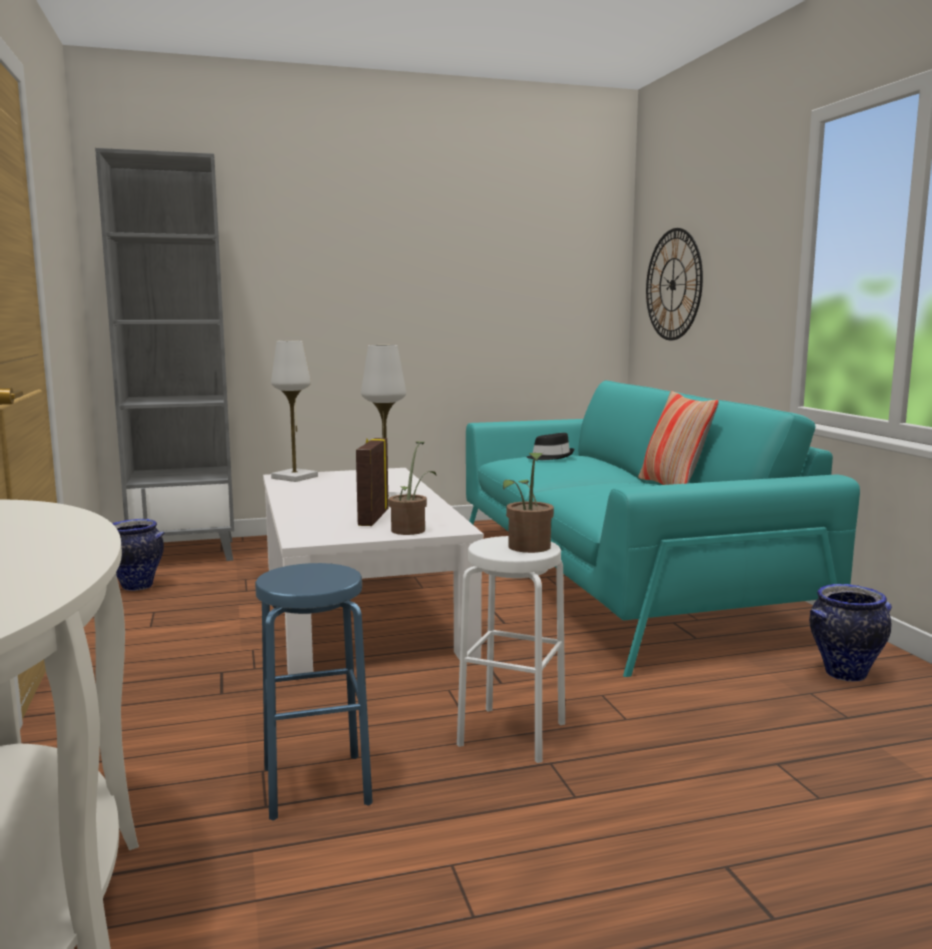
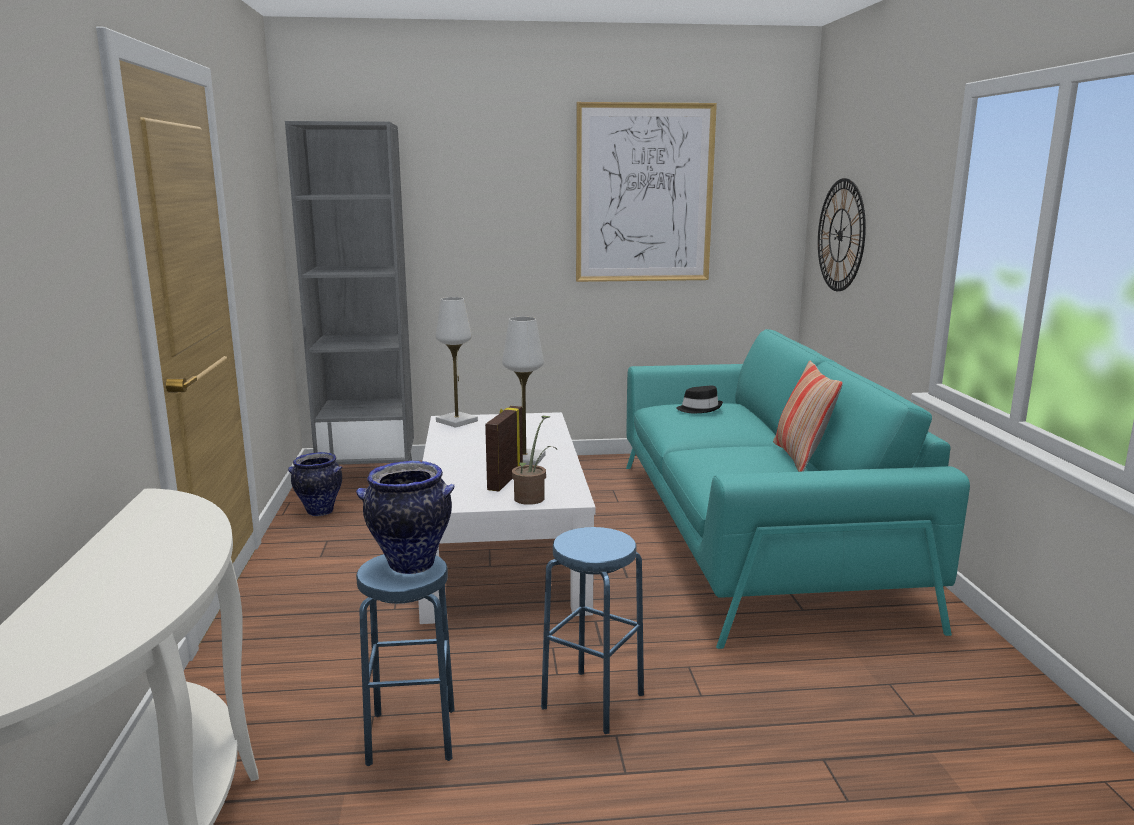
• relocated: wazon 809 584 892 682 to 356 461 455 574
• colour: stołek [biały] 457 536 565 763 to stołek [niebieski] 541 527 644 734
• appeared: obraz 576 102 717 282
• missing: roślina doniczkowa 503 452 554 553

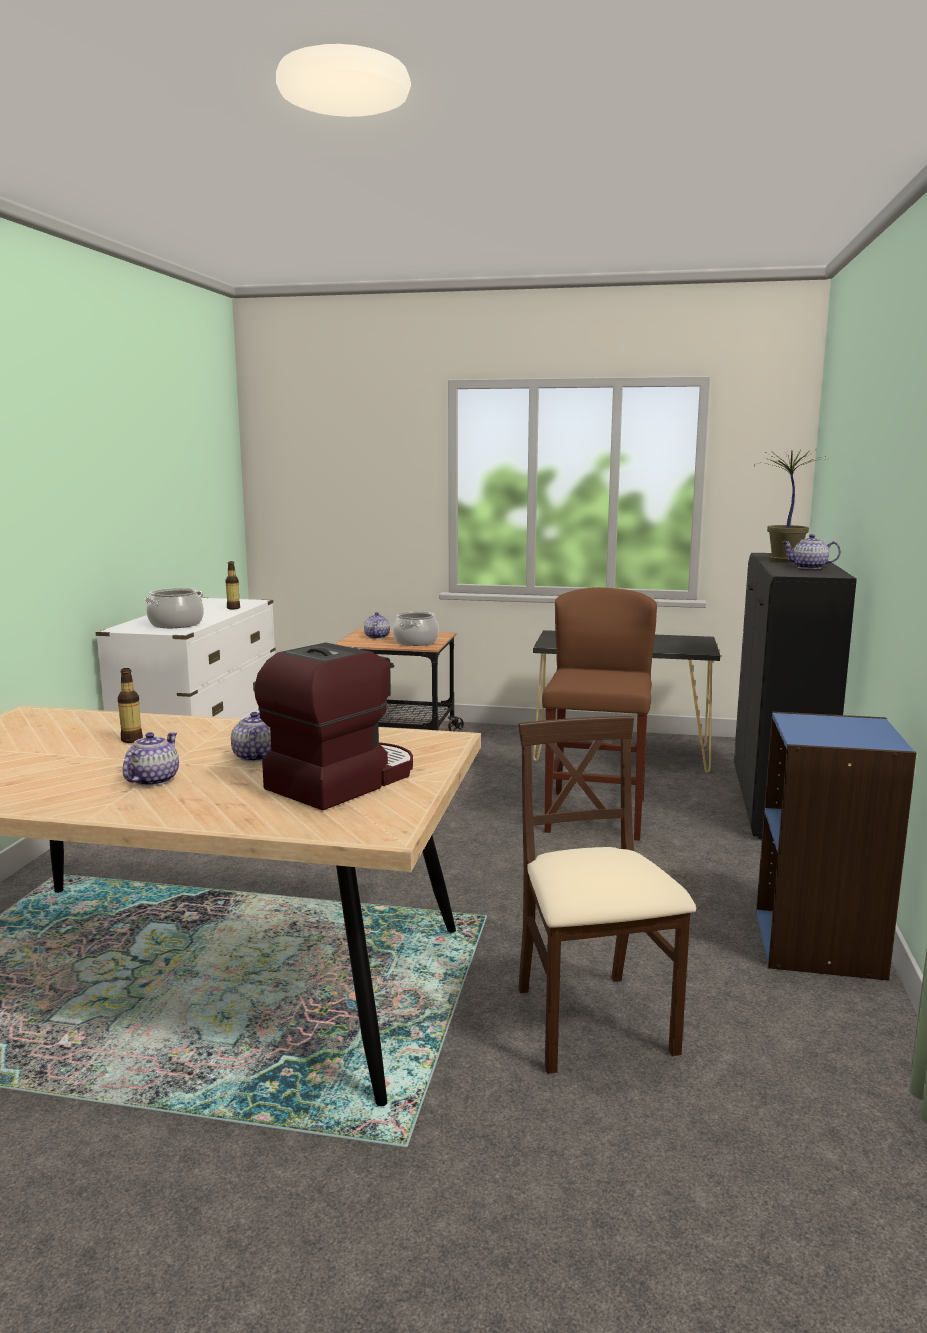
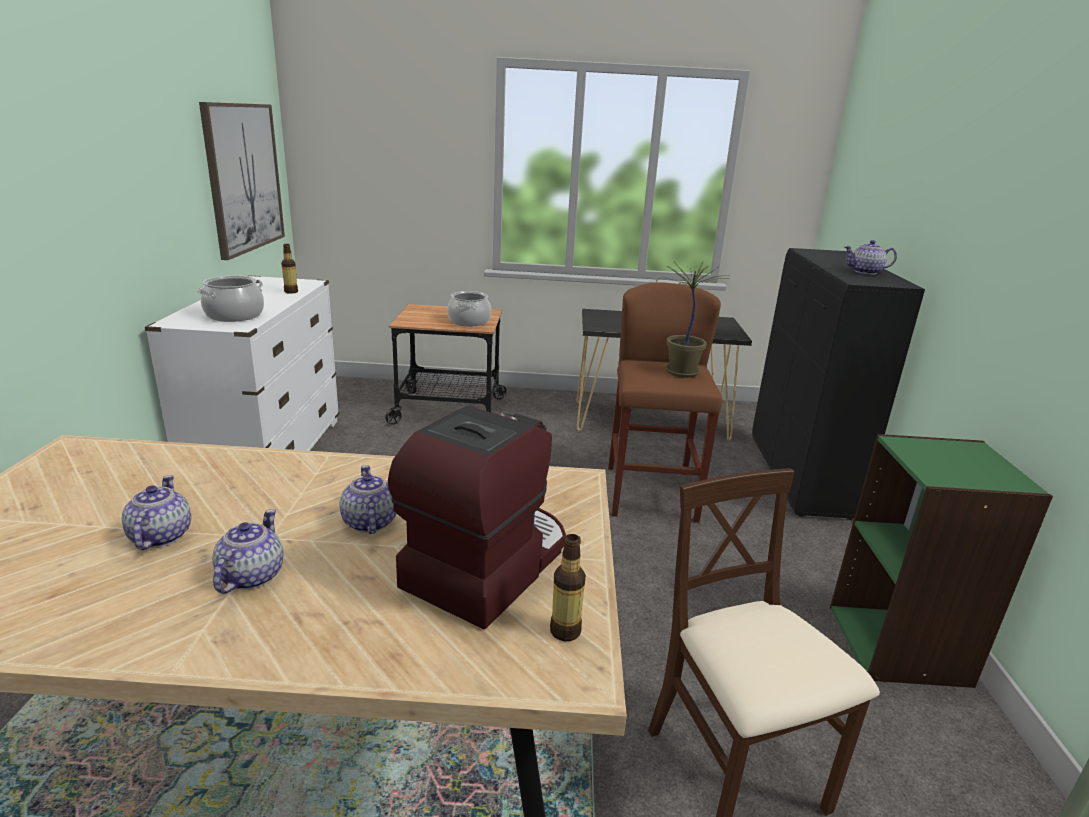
• relocated: imbryk 364 612 390 639 to 122 475 191 550
• appeared: obraz 199 102 285 260
• relocated: butelka 118 668 143 743 to 550 534 586 641
• relocated: roślina doniczkowa 754 450 826 562 to 656 262 730 378
• colour: regał [niebieski] 756 712 917 981 to regał [zielony] 830 434 1053 688

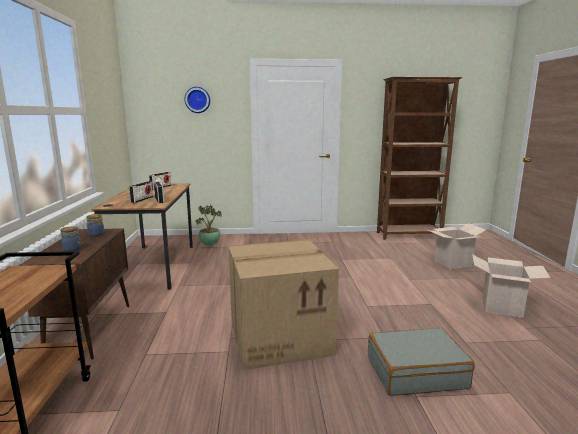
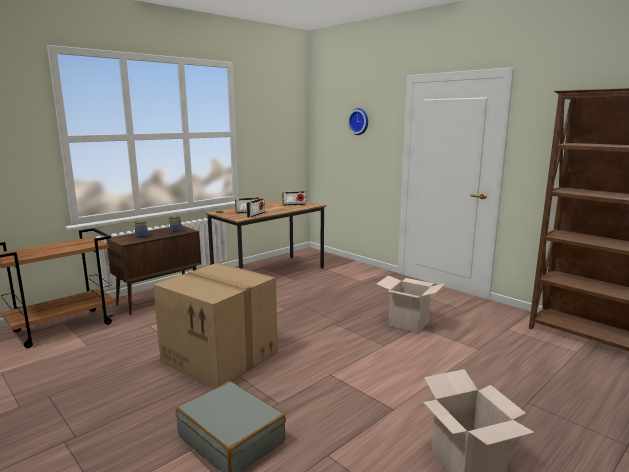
• relocated: karton 428 223 486 269 to 377 275 446 333
• missing: roślina doniczkowa 195 205 222 246

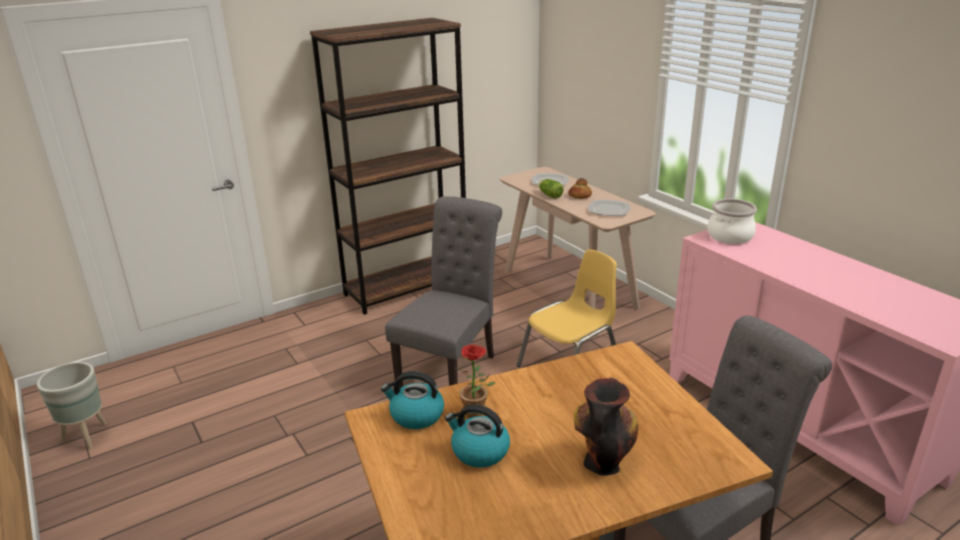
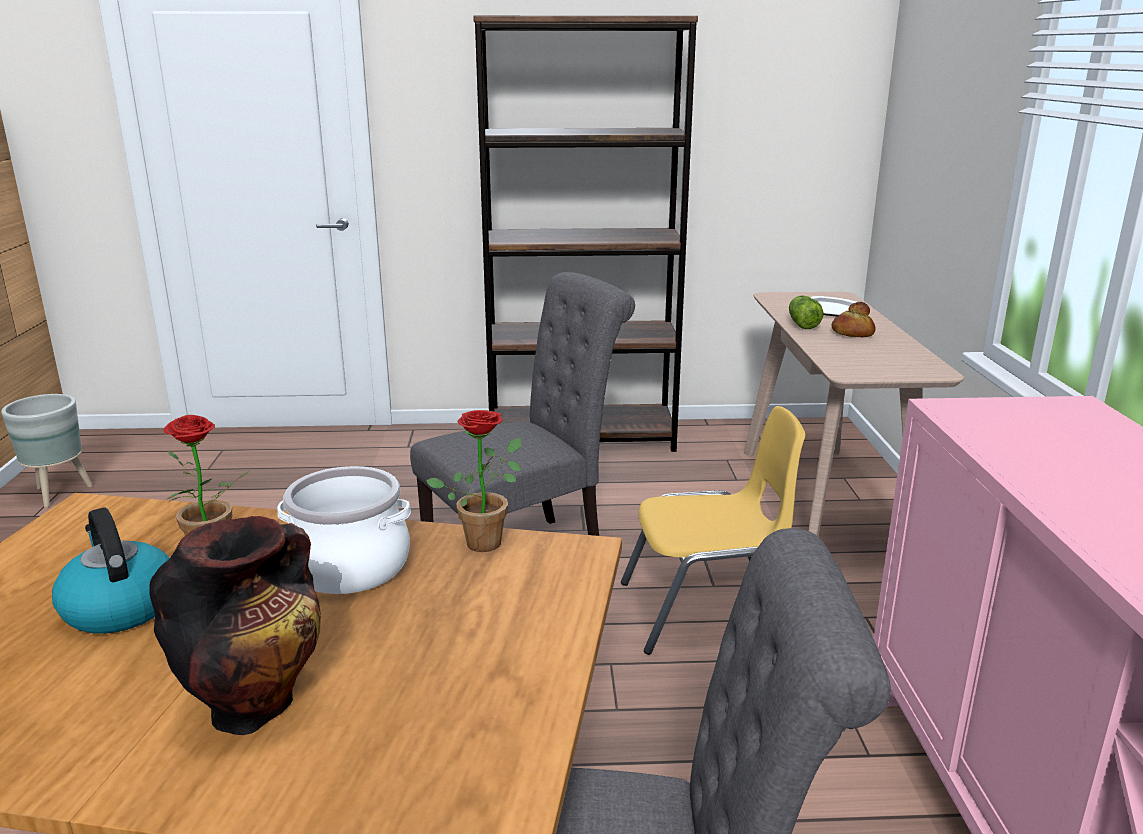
• relocated: garnek 707 199 757 244 to 277 466 411 594
• appeared: roślina doniczkowa 426 410 522 552
• missing: czajnik 381 371 444 429
• missing: talerz 588 200 630 216

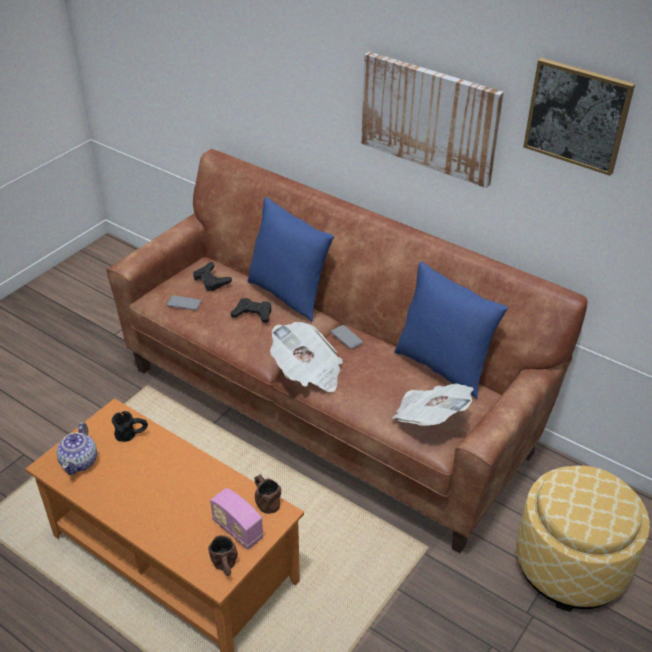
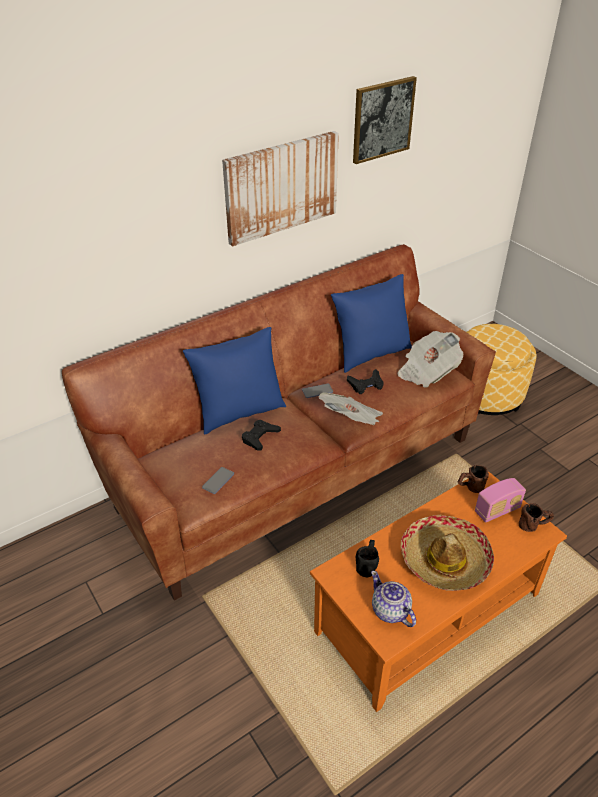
• relocated: pad do gier [czarny] 193 262 232 291 to 347 369 383 394
• spun: imbryk 56 423 97 475 = 371 571 416 627 150 degrees counterclockwise
• appeared: kapelusz 401 515 494 591

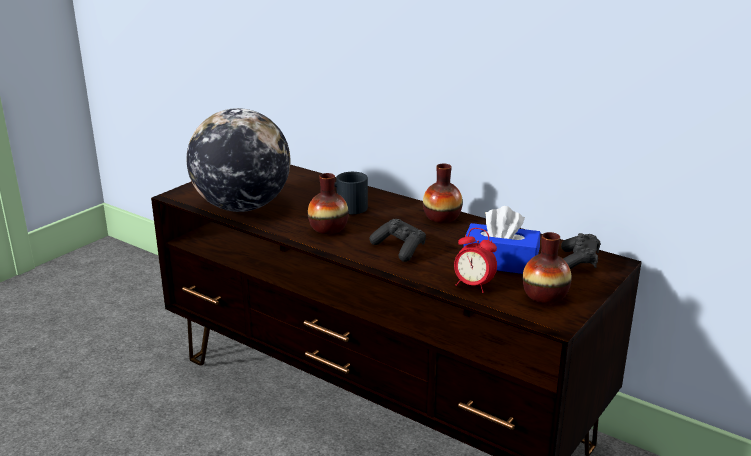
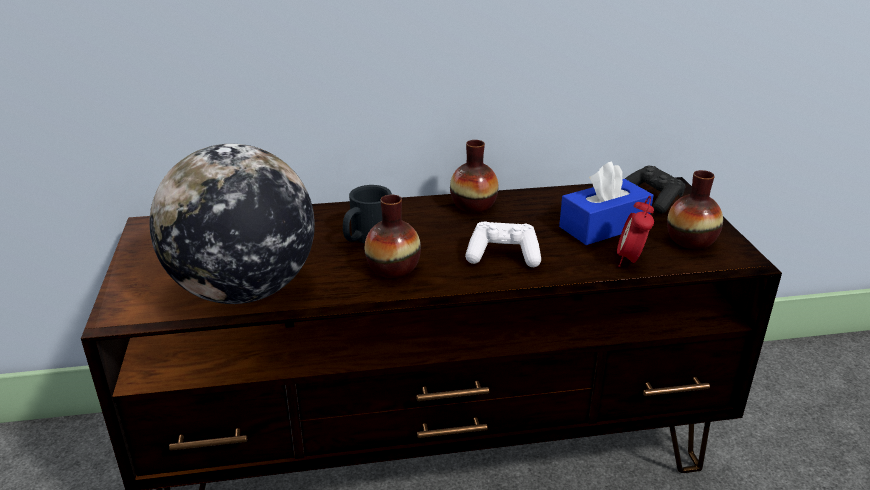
• colour: pad do gier [czarny] 369 219 426 262 to pad do gier [biały] 465 221 541 267
• spun: budzik 454 228 497 293 = 617 196 654 267 120 degrees clockwise

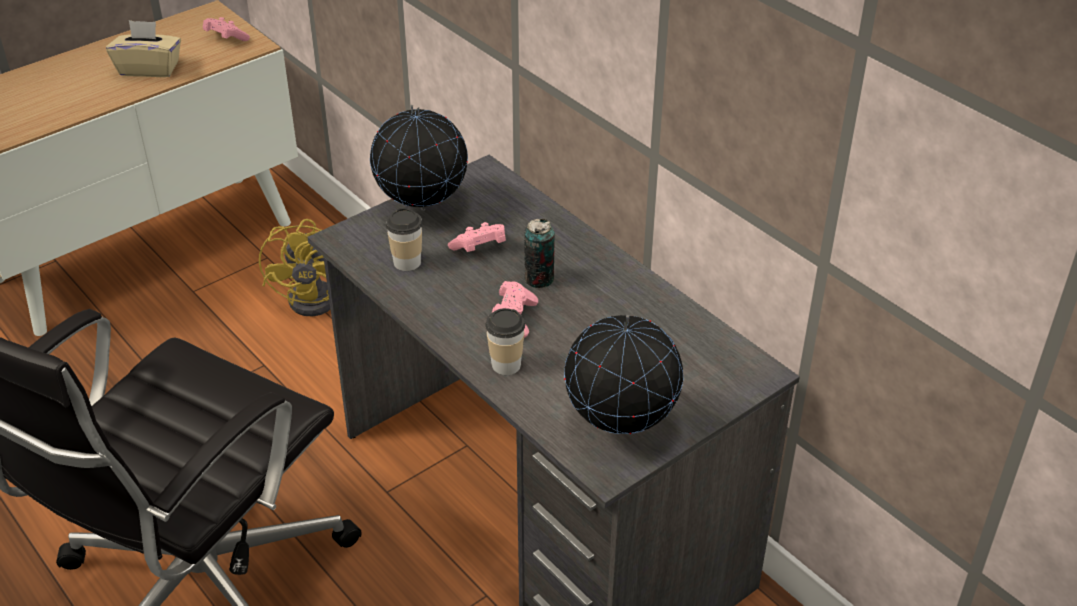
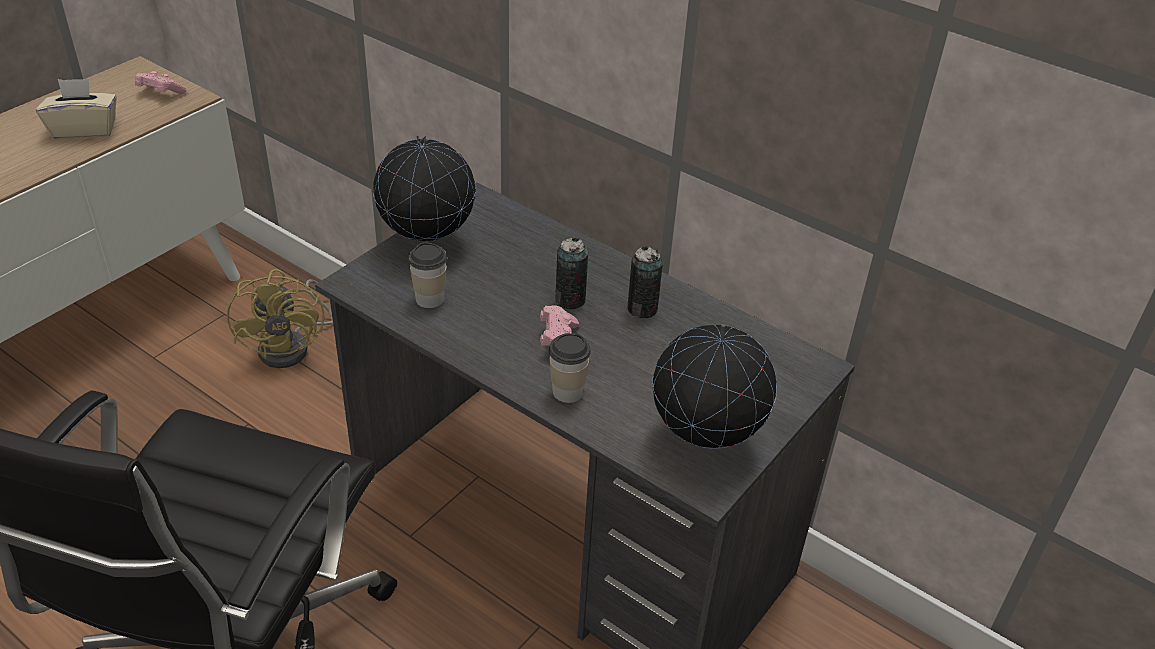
• appeared: puszka 627 246 663 318
• missing: pad do gier [różowy] 448 222 506 252

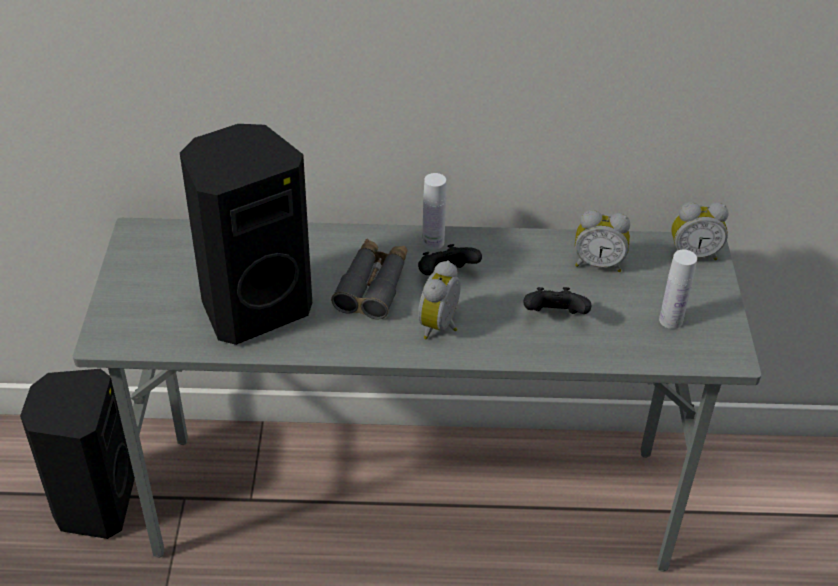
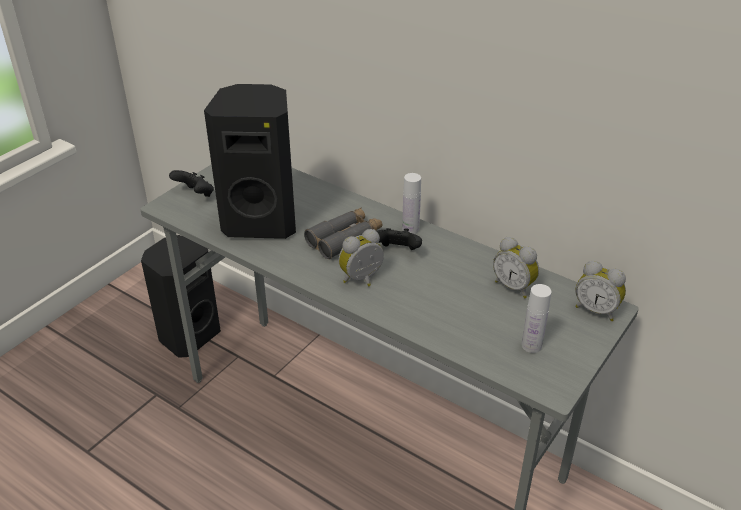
• relocated: pad do gier [czarny] 523 287 591 314 to 169 170 214 197

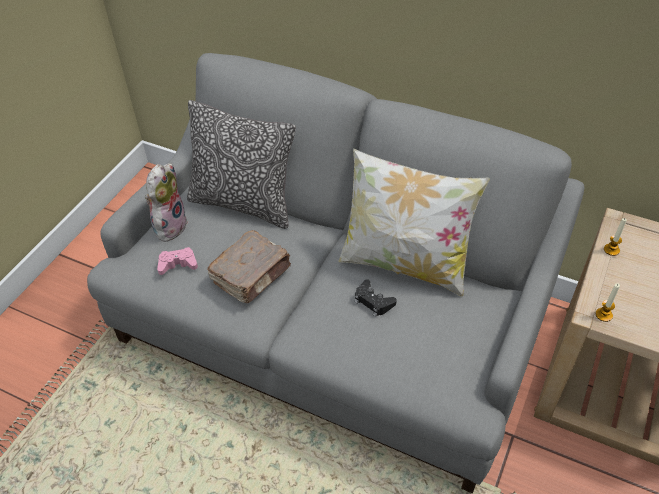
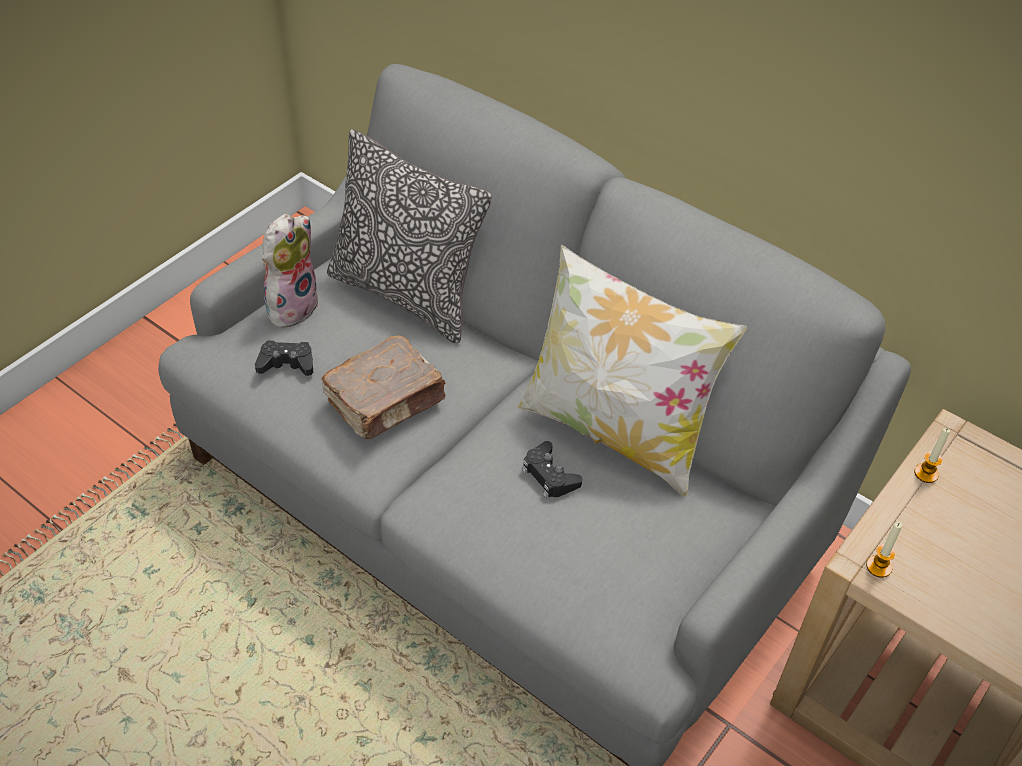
• colour: pad do gier [różowy] 157 247 198 275 to pad do gier [czarny] 255 341 313 376

